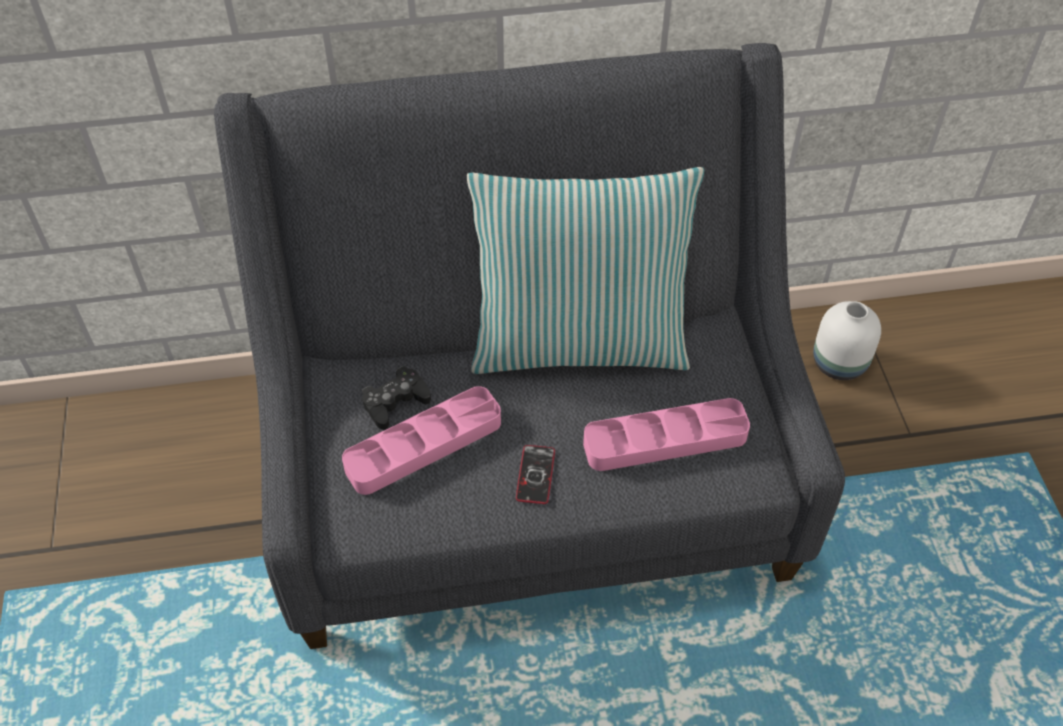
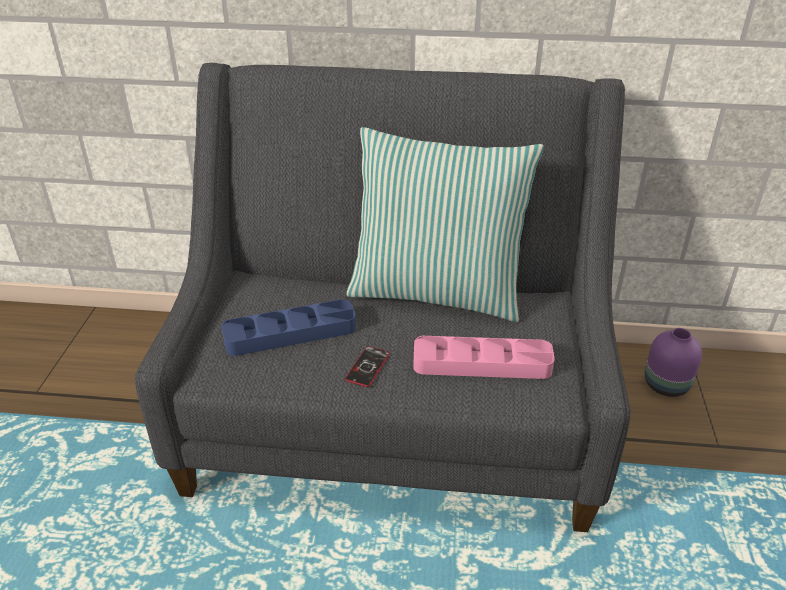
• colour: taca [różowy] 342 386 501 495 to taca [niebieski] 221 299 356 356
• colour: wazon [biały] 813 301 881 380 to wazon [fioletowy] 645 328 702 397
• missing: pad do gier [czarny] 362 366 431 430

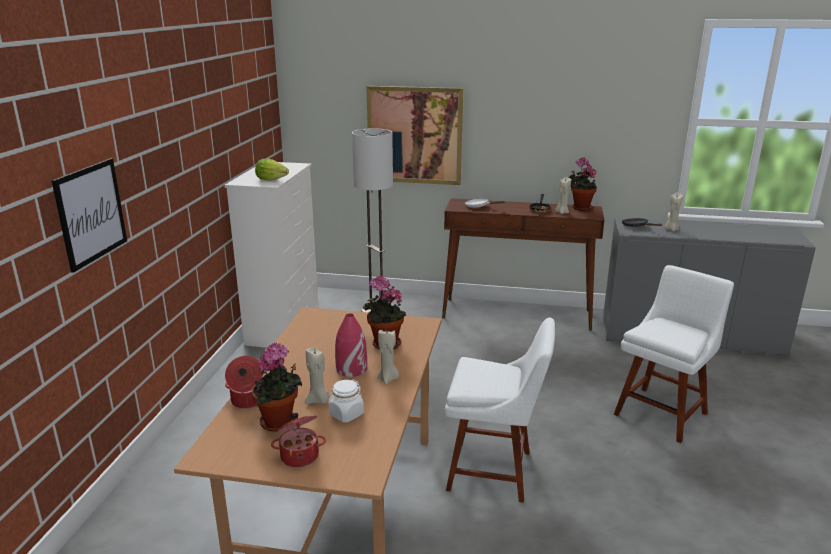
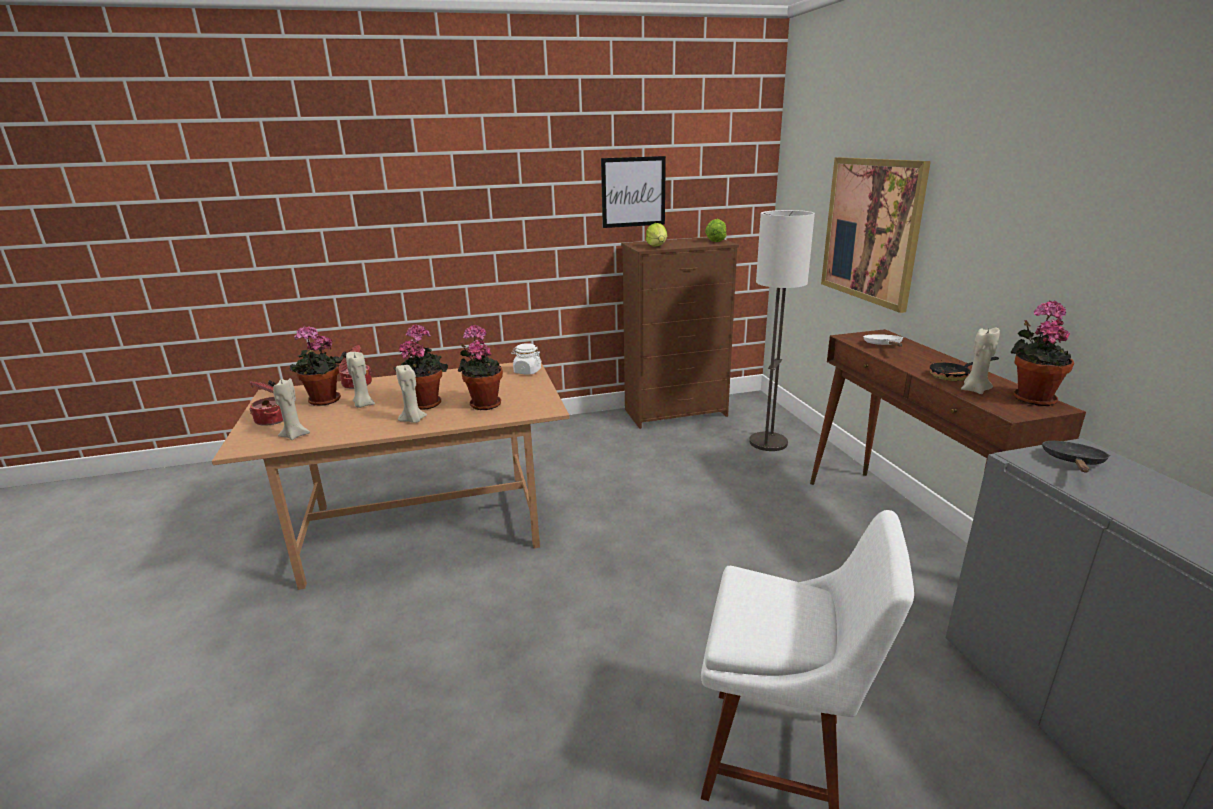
• relocated: świeca [beżowy] 664 193 683 231 to 273 378 310 440
• exchanged: wazon [czerwony] 335 313 367 377 to roślina doniczkowa 393 324 448 410
• relocated: słoik [biały] 328 380 364 422 to 511 343 541 374
• relocated: obraz 52 158 127 273 to 601 156 666 228
• colour: komoda [biały] 225 162 319 348 to komoda [brązowy] 621 237 739 429
• appeared: sałata 705 219 727 242
• missing: krzesło [biały] 444 318 555 503

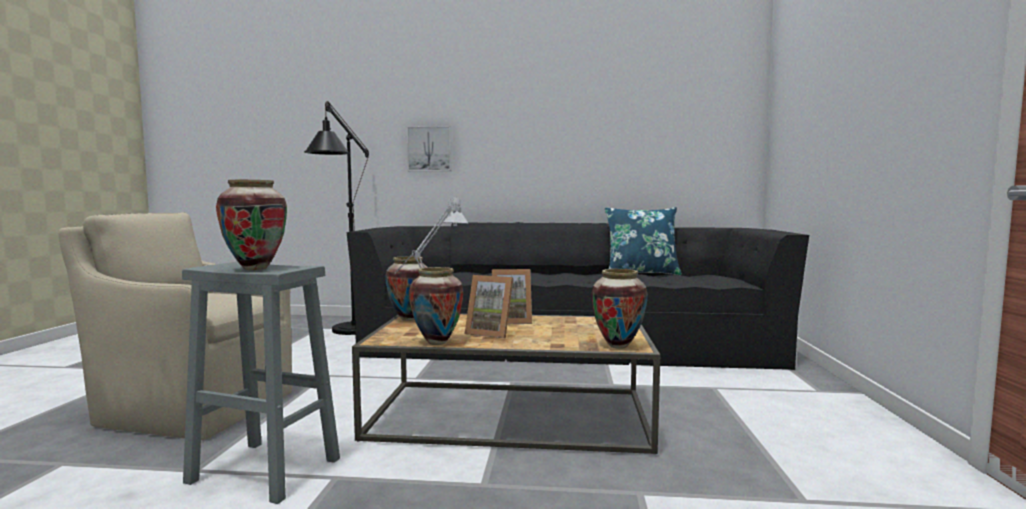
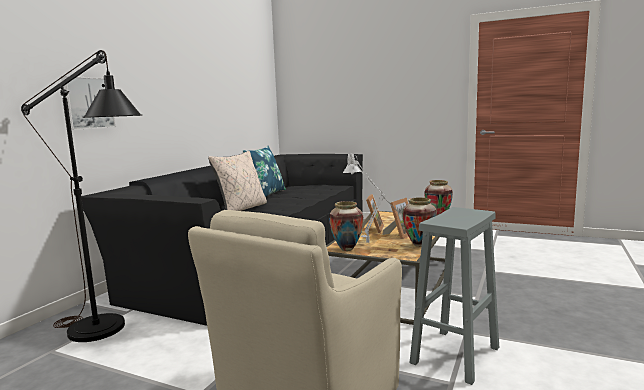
• appeared: poduszka [beżowy] 208 151 267 211
• missing: wazon 216 180 287 270

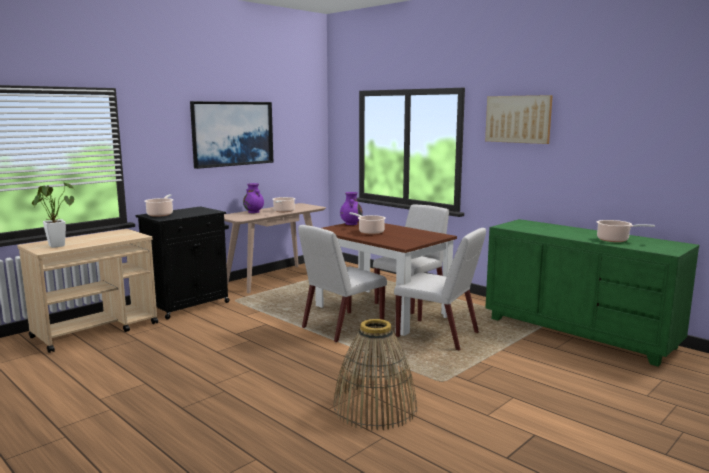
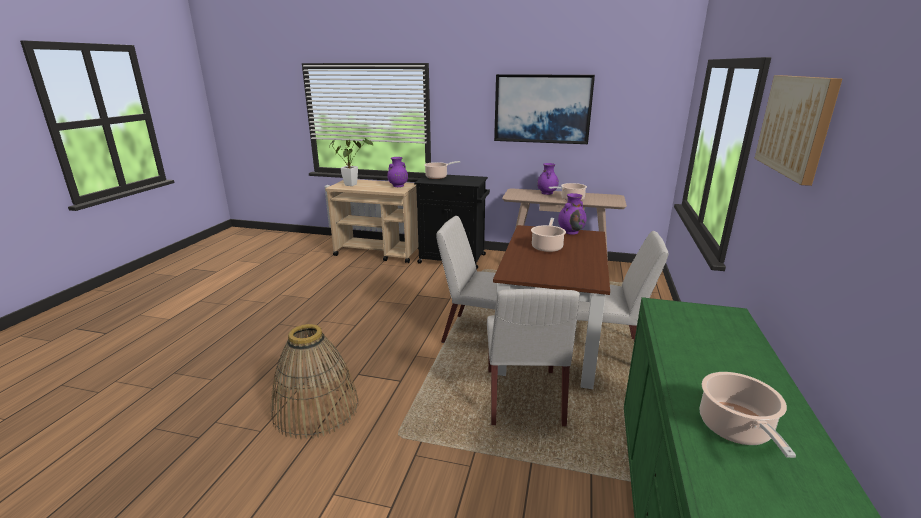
• appeared: wazon [fioletowy] 387 157 408 187

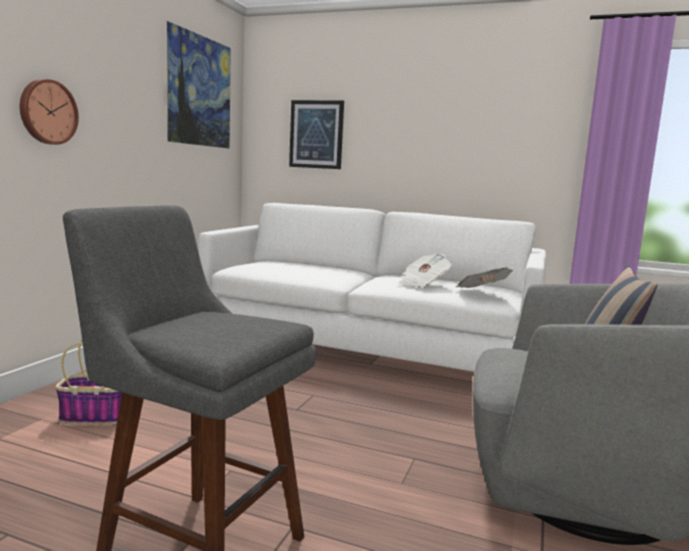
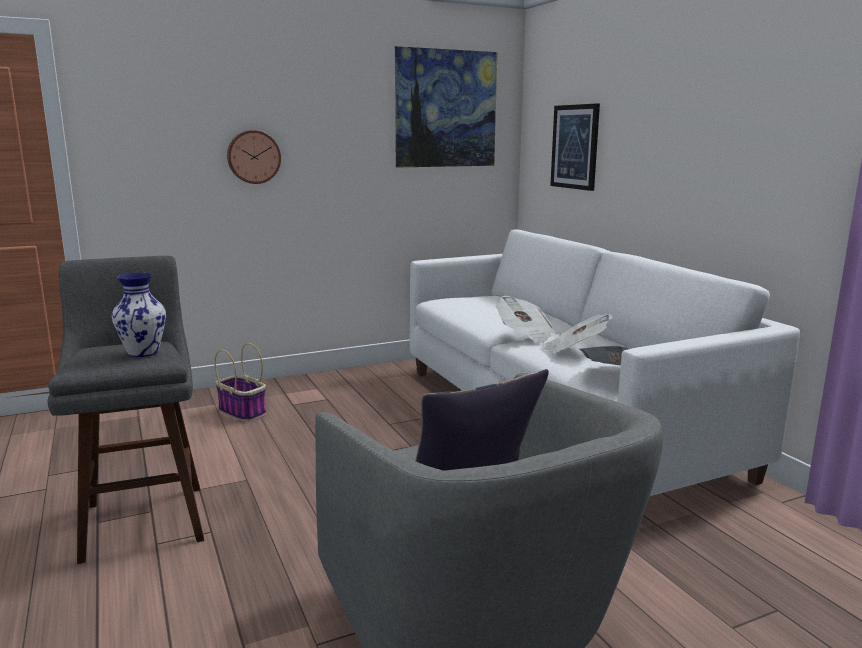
• appeared: wazon 112 273 166 357
• appeared: gazeta 496 296 556 343

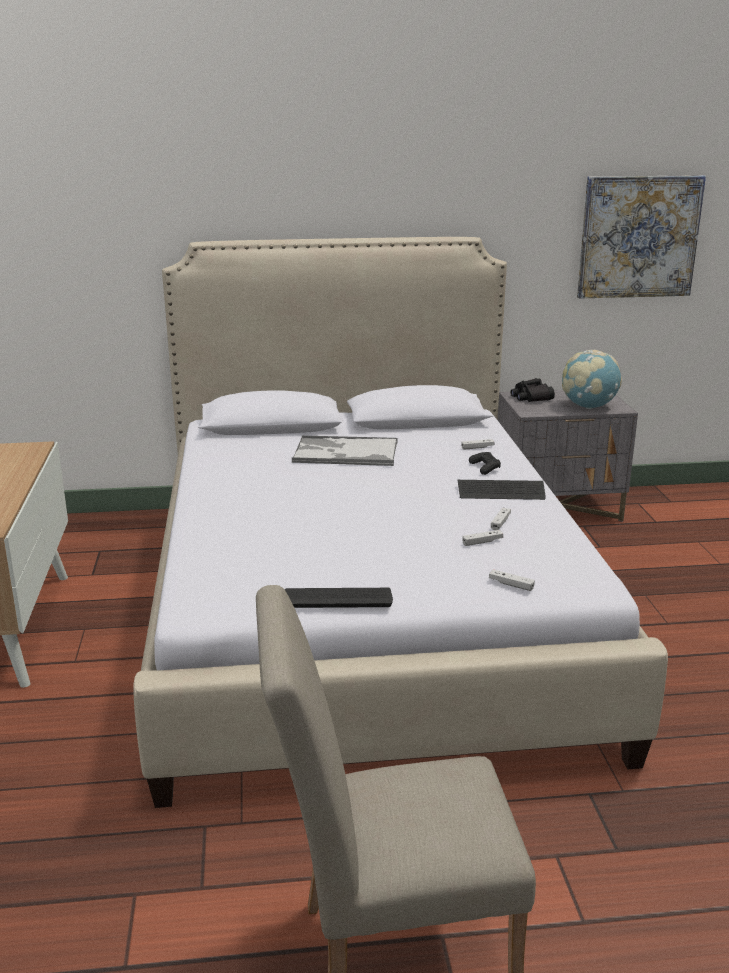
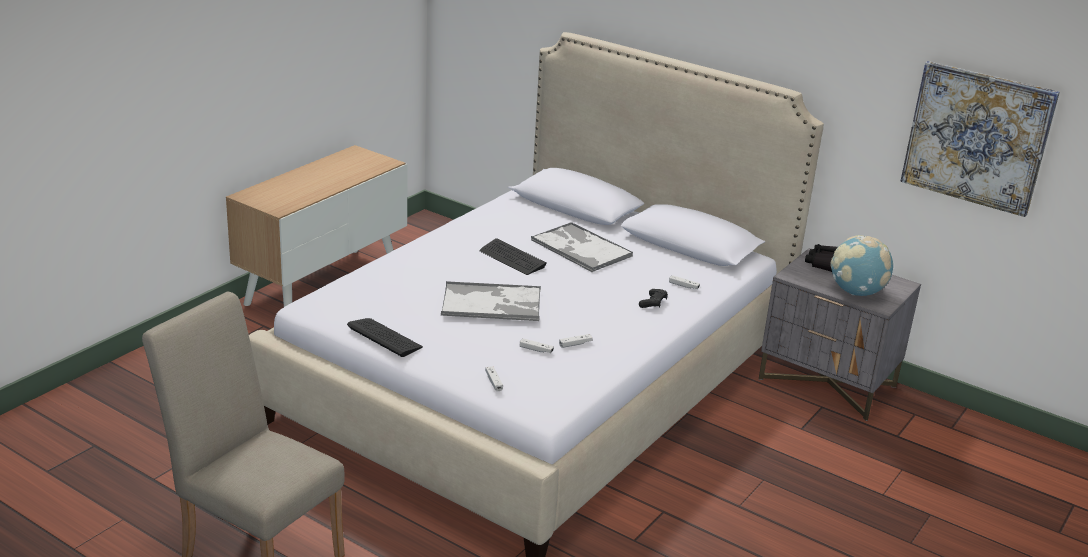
• appeared: taca 441 281 541 321
• relocated: klawiatura 457 480 546 500 to 479 238 547 275

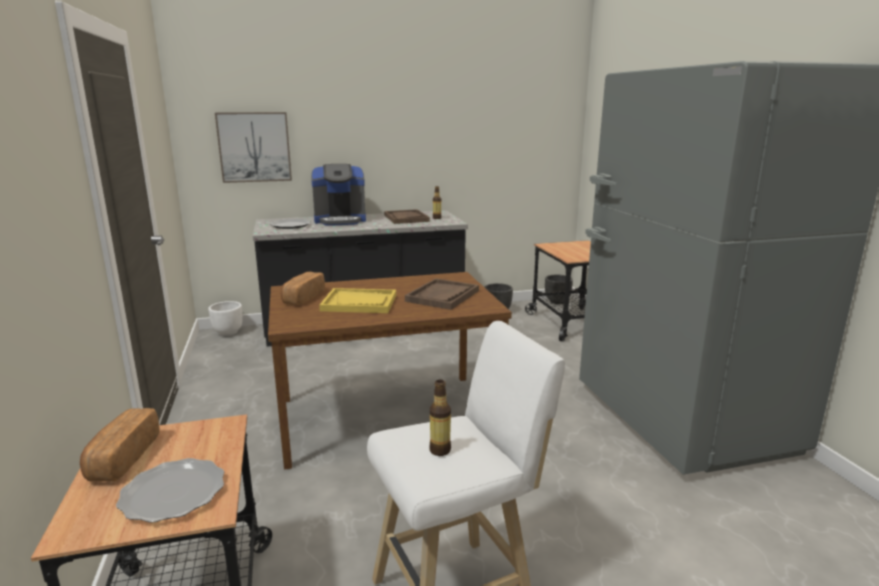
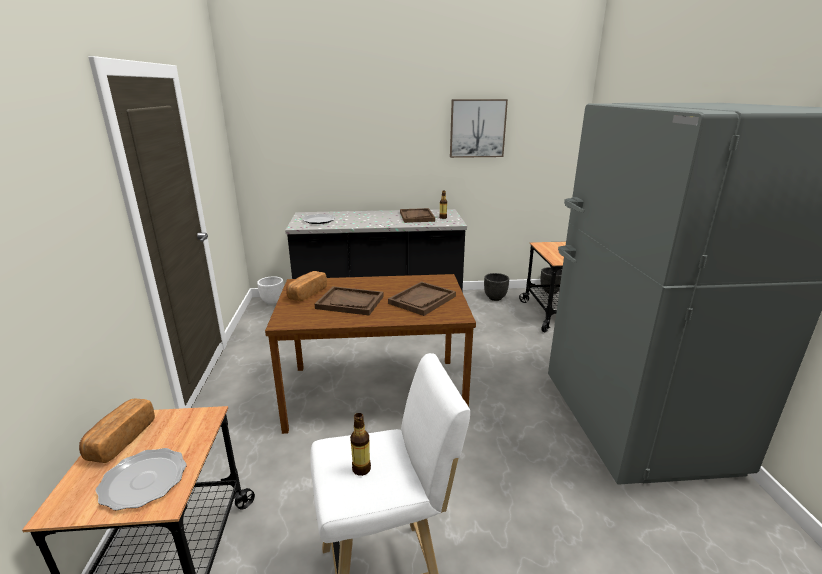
• colour: taca [żółty] 319 288 396 313 to taca [brązowy] 315 286 384 315
• relocated: obraz 215 112 292 183 to 450 99 508 158
• missing: ekspres do kawy 311 164 366 226

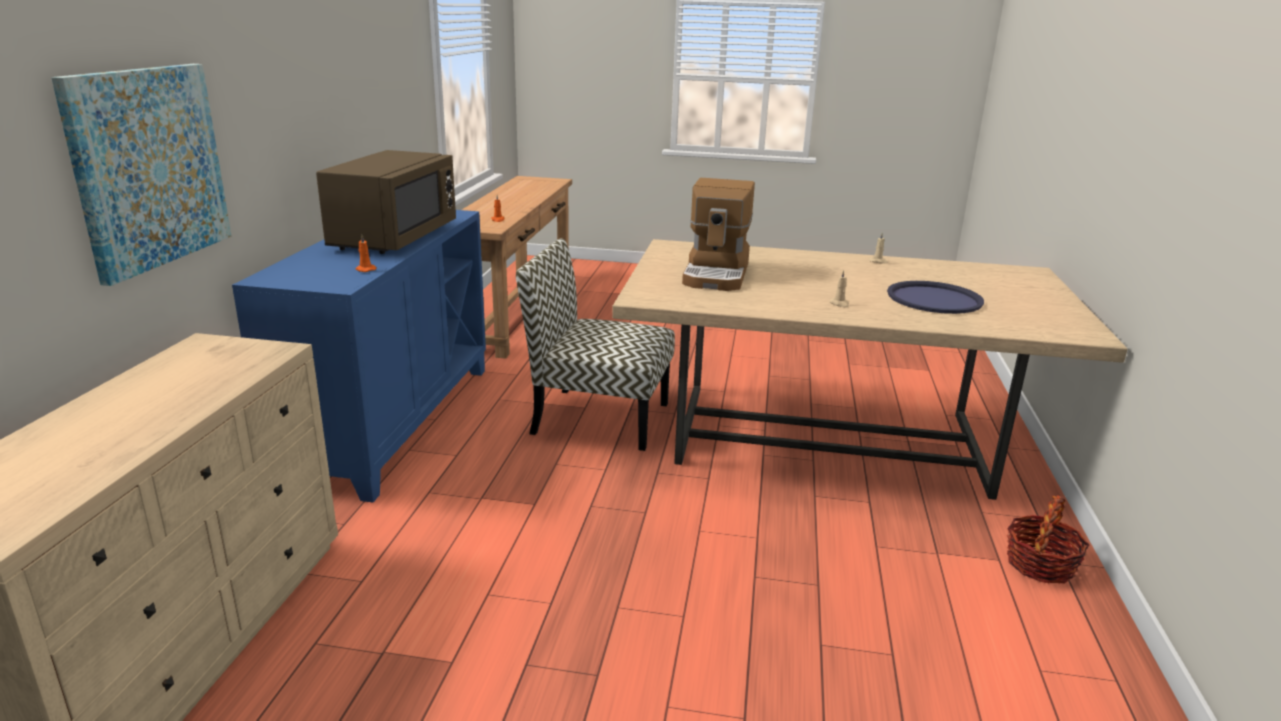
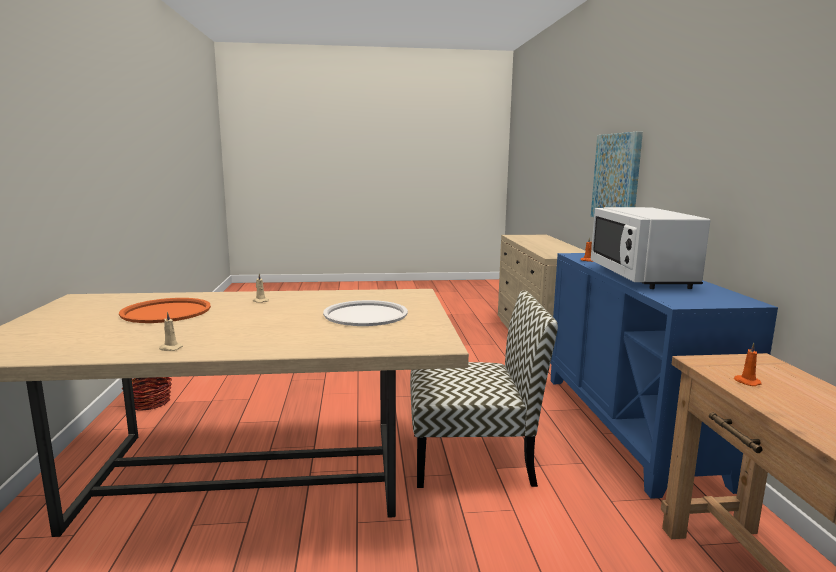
• colour: taca [niebieski] 887 281 984 314 to taca [pomarańczowy] 119 298 211 323
• exchanged: ekspres do kawy 682 178 755 291 to taca [biały] 323 300 408 326
• colour: mikrofalówka [brązowy] 316 150 456 254 to mikrofalówka [biały] 591 207 710 289

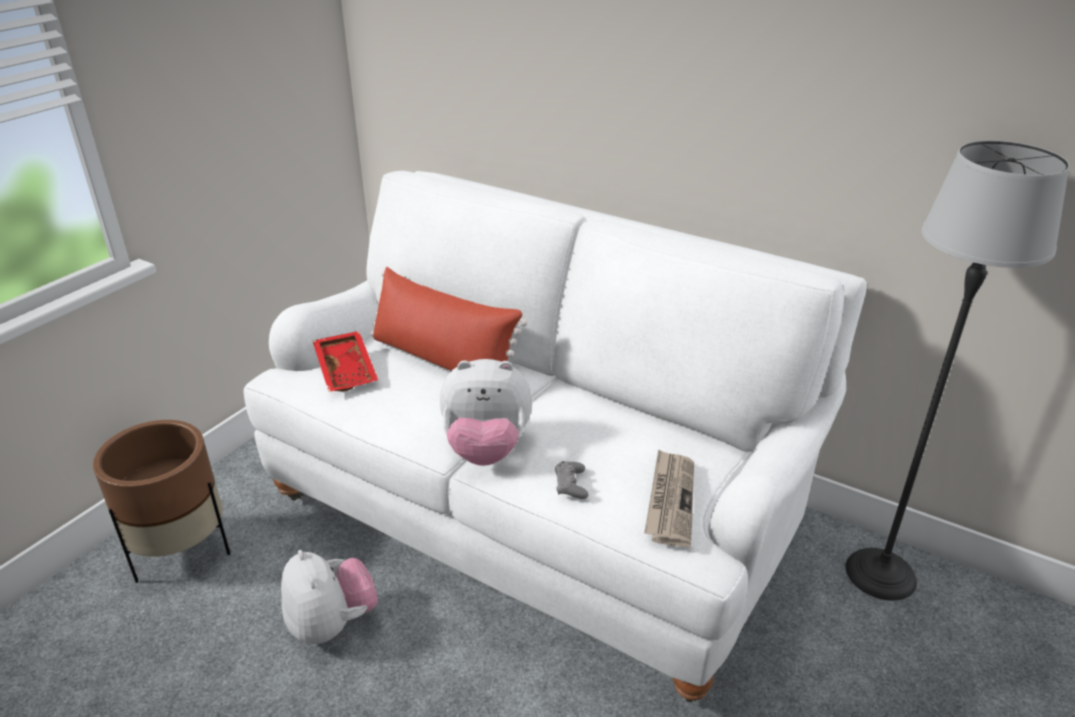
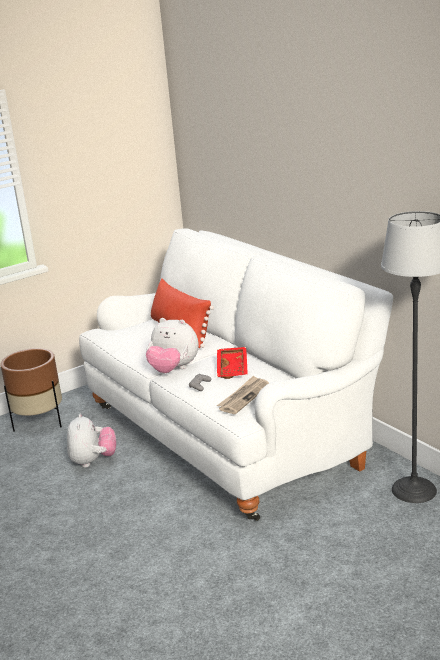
• relocated: taca [czerwony] 313 331 378 392 to 217 347 248 379

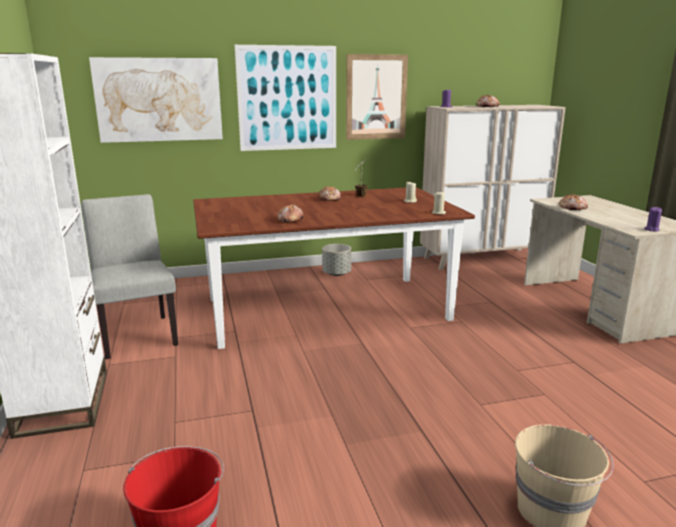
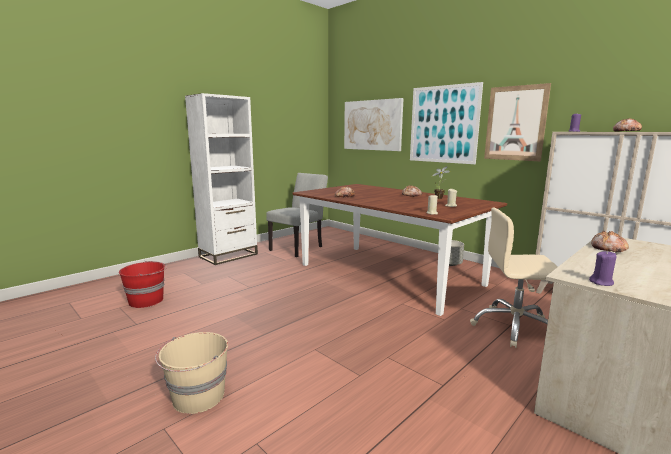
• appeared: krzesło biurowe [beżowy] 470 207 558 348

